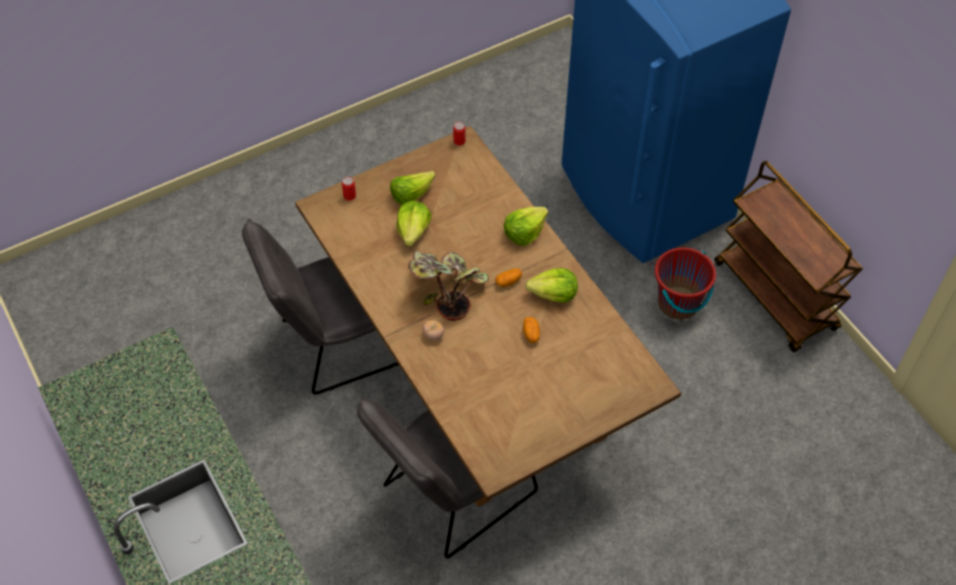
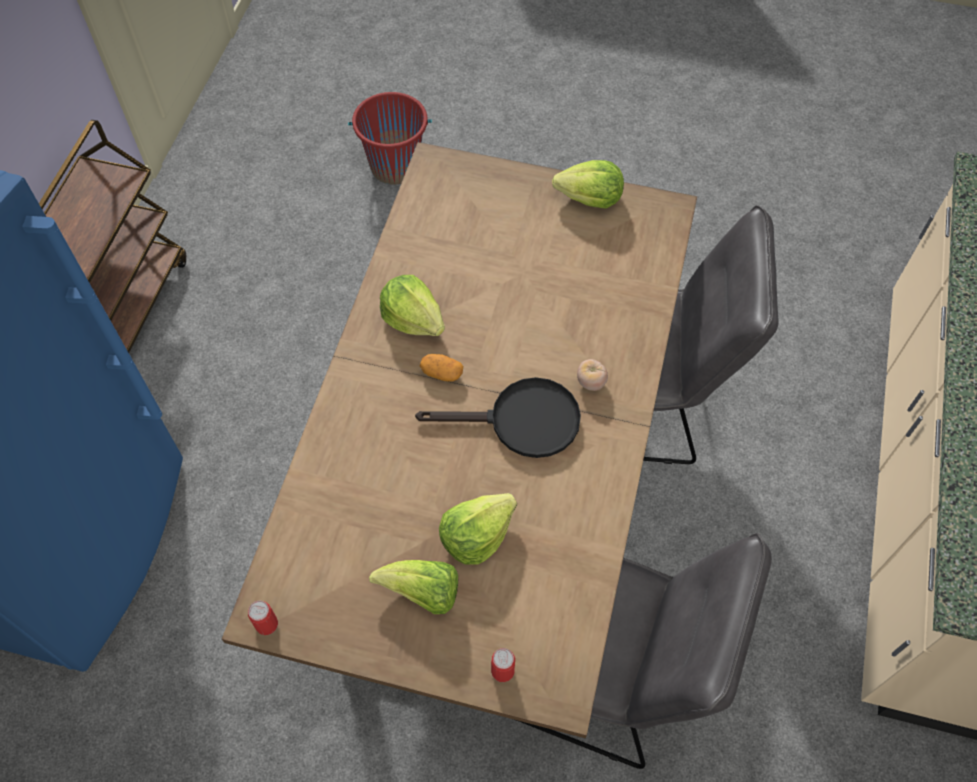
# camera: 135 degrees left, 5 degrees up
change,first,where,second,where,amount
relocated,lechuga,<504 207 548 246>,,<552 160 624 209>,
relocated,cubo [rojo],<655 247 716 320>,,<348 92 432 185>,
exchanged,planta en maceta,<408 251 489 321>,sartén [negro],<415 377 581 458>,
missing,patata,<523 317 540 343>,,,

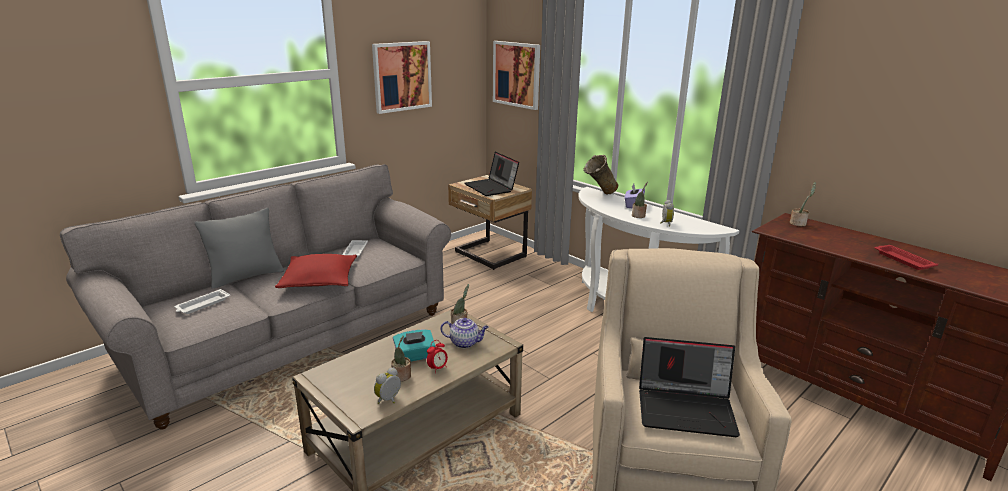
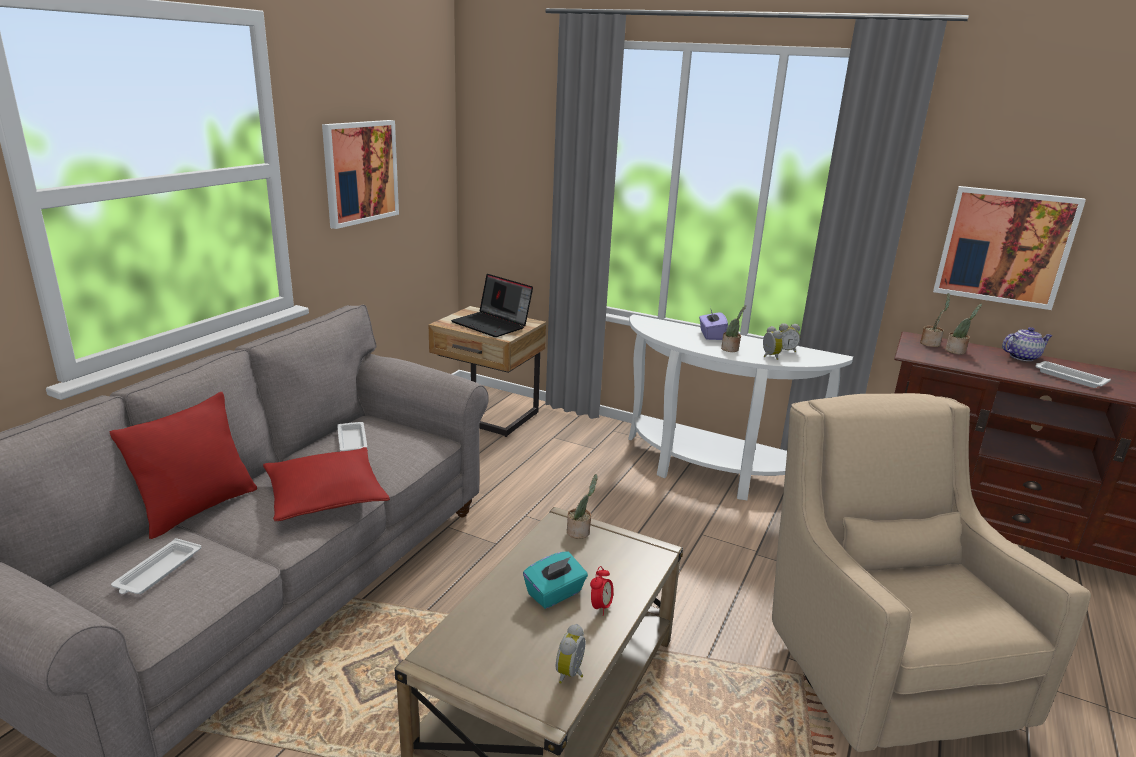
# camera: 20 degrees left, 0 degrees up
change,first,where,second,where,amount
relocated,cuadro,<493 41 540 110>,,<933 186 1086 310>,
missing,florero [beis],<583 155 618 194>,,,
colour,cojín [gris],<195 208 284 289>,cojín [rojo],<109 392 257 539>,
colour,bandeja [rojo],<875 245 938 270>,bandeja [blanco],<1035 361 1111 388>,
relocated,tetera,<441 318 489 348>,,<1002 327 1052 361>,
relocated,planta en maceta,<391 336 411 381>,,<945 303 982 354>,
missing,portátil,<639 337 740 437>,,,
appeared,,,despertador,<779 323 800 352>,

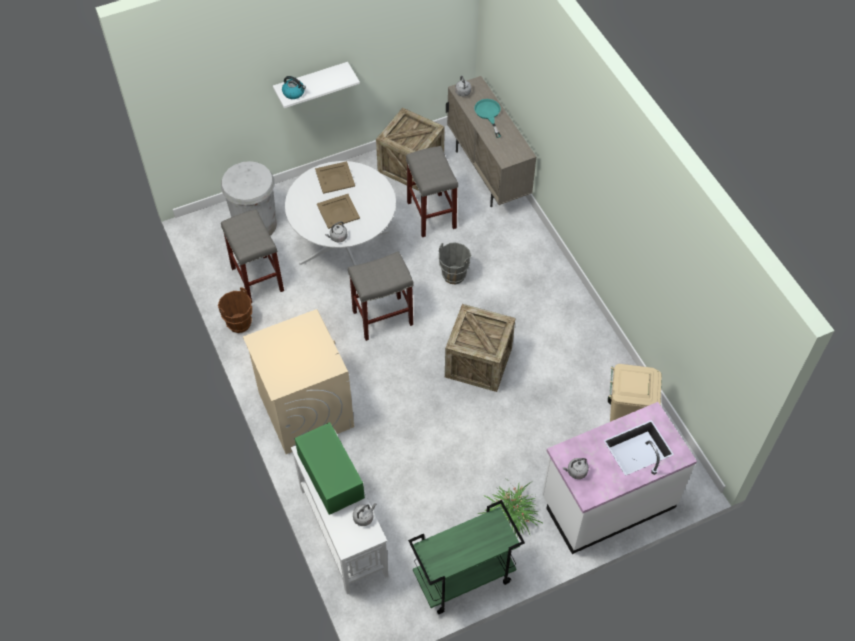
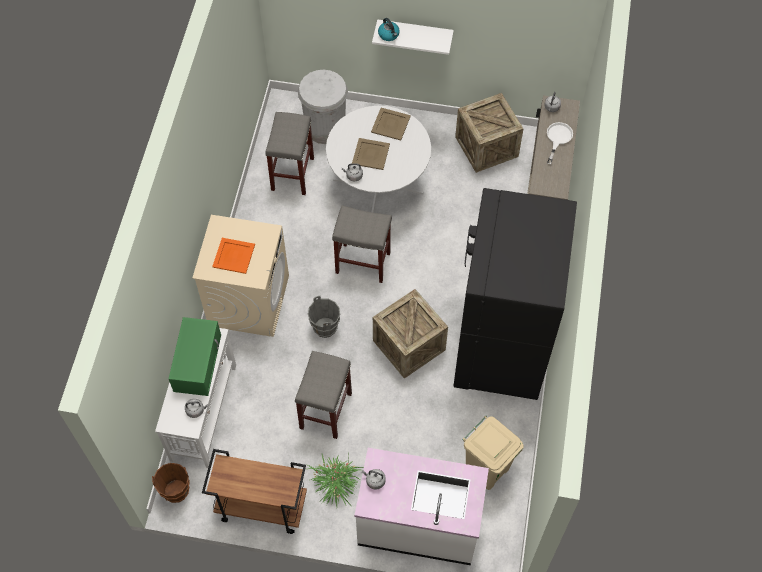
# camera: 35 degrees right, 5 degrees up
change,first,where,second,where,amount
colour,sartén [turquesa],<474 99 501 138>,sartén [blanco],<547 122 573 164>,
relocated,taburete [gris],<406 146 458 237>,,<295 351 352 439>,
relocated,cubo [gris],<439 242 471 284>,,<308 296 340 338>,
relocated,cubo [marrón],<218 287 252 333>,,<152 463 190 503>,
colour,carrito [verde],<408 500 525 614>,carrito [marrón],<202 449 307 534>,
appeared,,,nevera [negro],<453 188 577 400>,
appeared,,,bandeja [naranja],<212 238 255 274>,

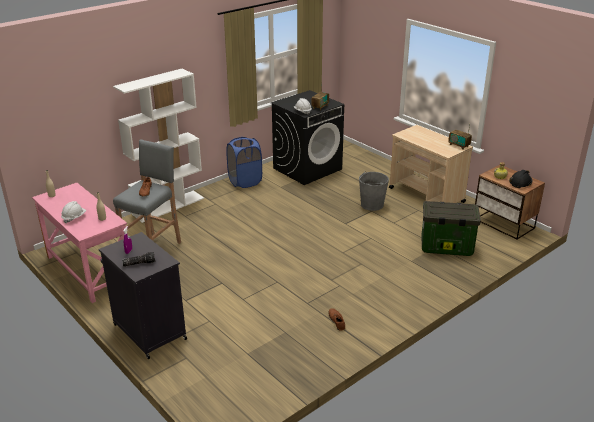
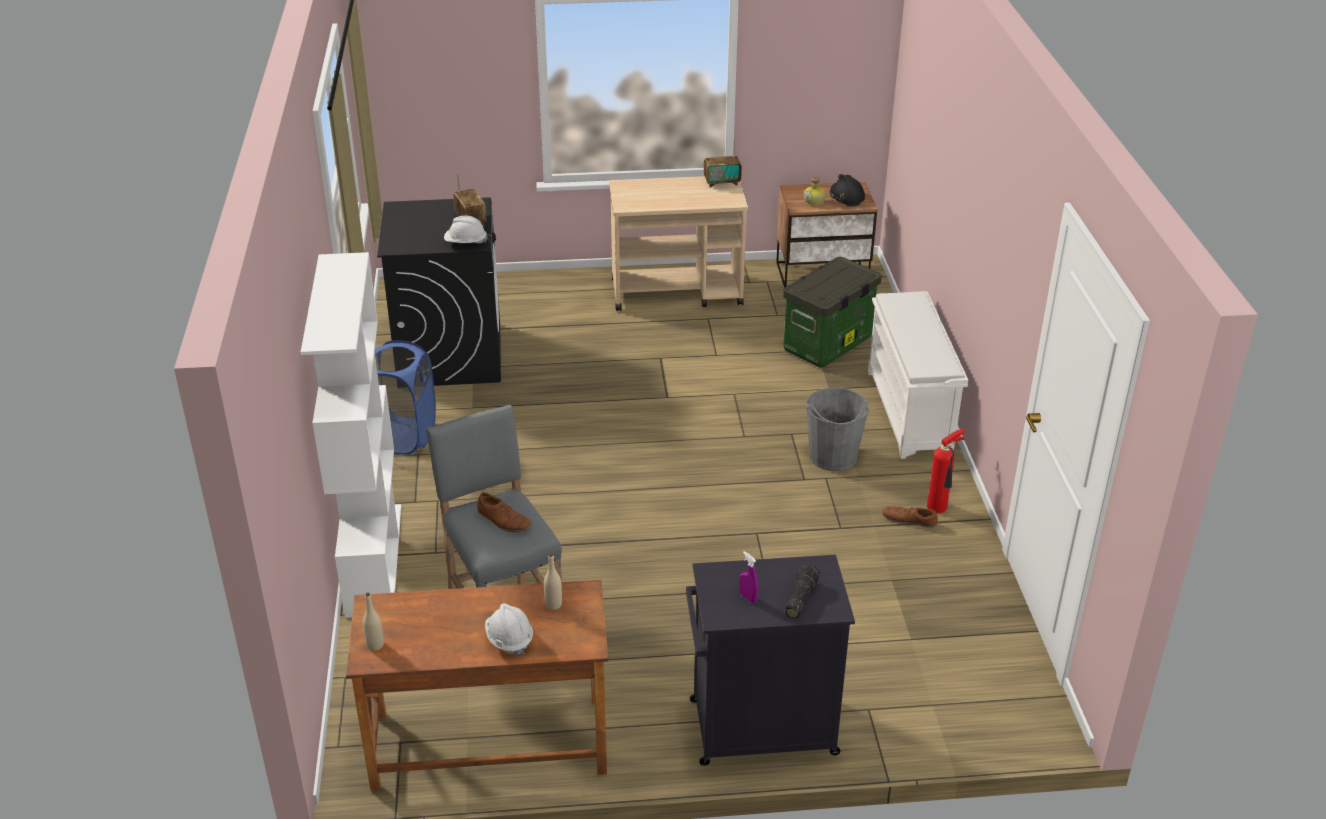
# camera: 55 degrees left, 5 degrees up
change,first,where,second,where,amount
relocated,cubo [gris],<359 171 389 211>,,<806 388 869 471>,
colour,escritorio [rosa],<32 183 127 303>,escritorio [marrón],<346 580 609 792>,
appeared,,,zapatero [blanco],<868 291 968 459>,
appeared,,,extintor,<927 429 965 513>,

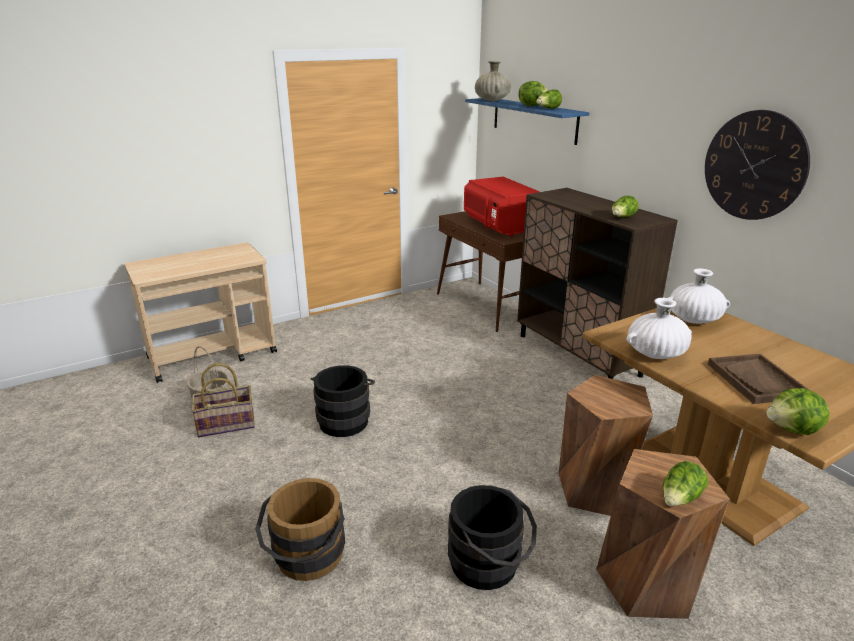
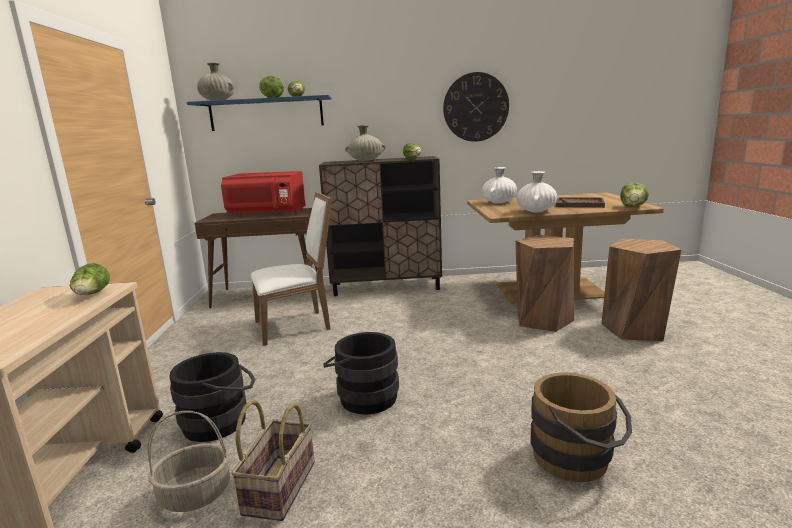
# camera: 60 degrees left, 10 degrees down
change,first,where,second,where,amount
relocated,lechuga,<663 461 709 506>,,<70 263 110 295>,
relocated,cubo [negro],<448 485 537 590>,,<169 352 255 442>,
appeared,,,florero [beis],<345 125 386 161>,
appeared,,,silla [blanco],<251 192 332 346>,

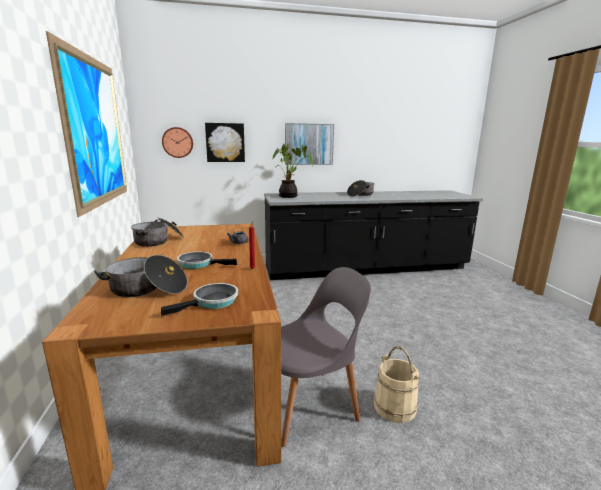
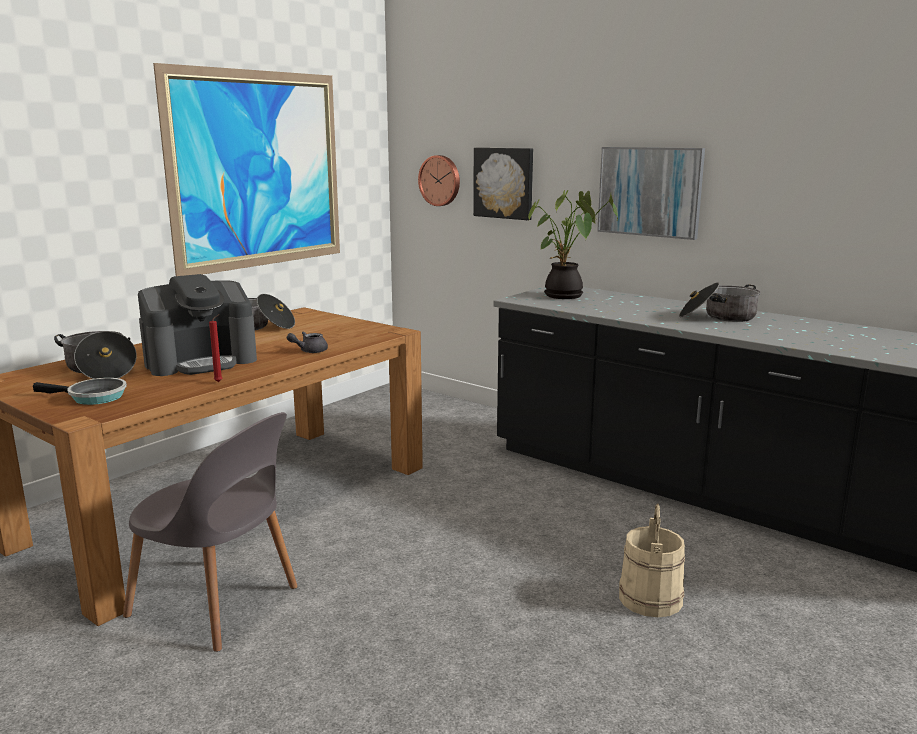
# camera: 50 degrees right, 0 degrees up
change,first,where,second,where,amount
exchanged,sartén,<177 252 237 269>,cafetera,<138 274 257 376>,
relocated,cubo [beis],<374 346 419 423>,,<619 504 685 617>,

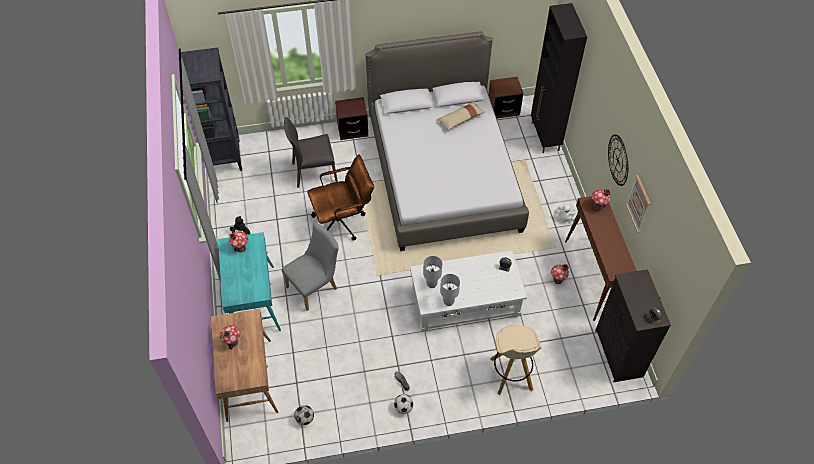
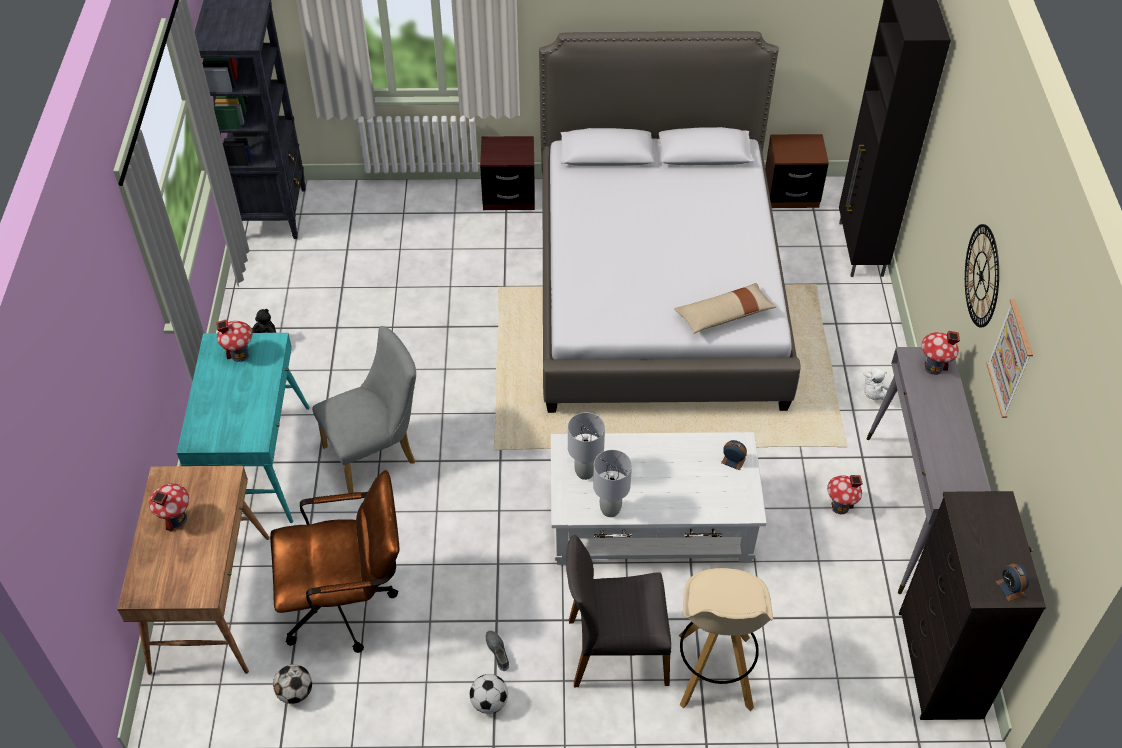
# camera: 10 degrees right, 5 degrees down
change,first,where,second,where,amount
relocated,cojín [beis],<437 101 485 130>,,<674 283 776 333>,
relocated,silla [gris],<284 117 338 188>,,<566 535 671 687>,
relocated,silla de oficina [marrón],<307 154 374 241>,,<270 470 399 653>,
colour,mesa consola [marrón],<565 196 637 321>,mesa consola [gris],<866 347 991 594>,

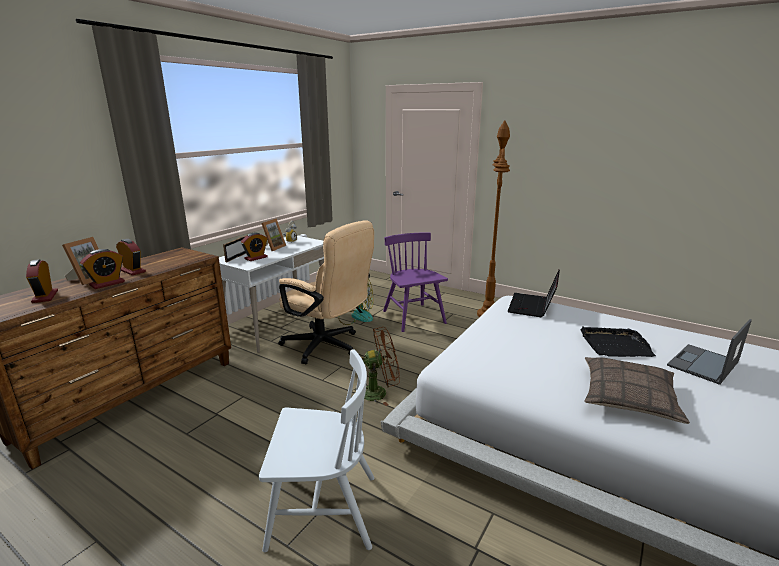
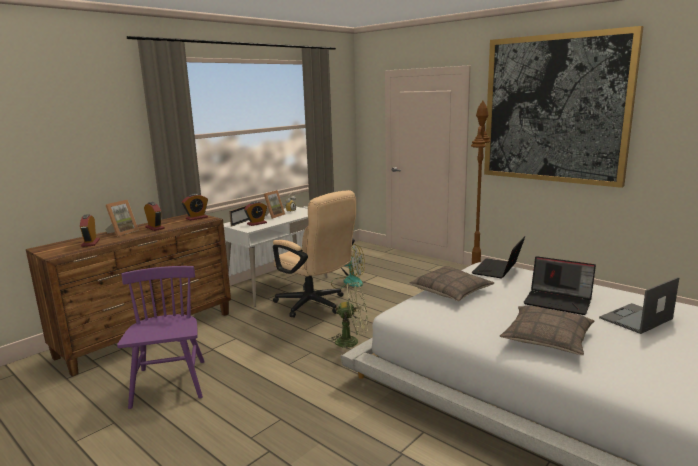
# camera: 10 degrees right, 5 degrees down
change,first,where,second,where,amount
relocated,silla [morado],<383 232 448 332>,,<117 266 205 409>,
relocated,despertador,<80 249 125 289>,,<182 194 208 221>,
colour,ventilador [marrón],<352 327 400 406>,ventilador [verde],<328 282 368 348>,
exchanged,bandeja [negro],<580 327 656 357>,portátil,<523 256 596 315>,
missing,silla [blanco],<259 349 375 552>,,,
appeared,,,cuadro,<484 26 644 188>,
appeared,,,cojín,<409 266 494 301>,

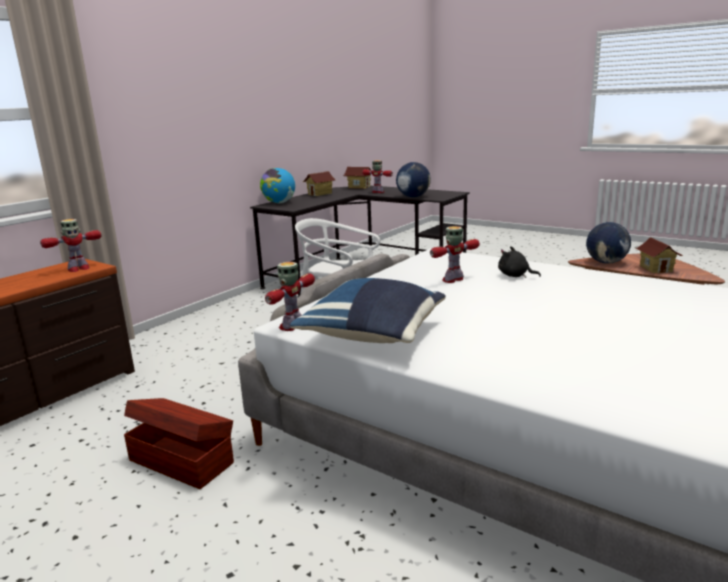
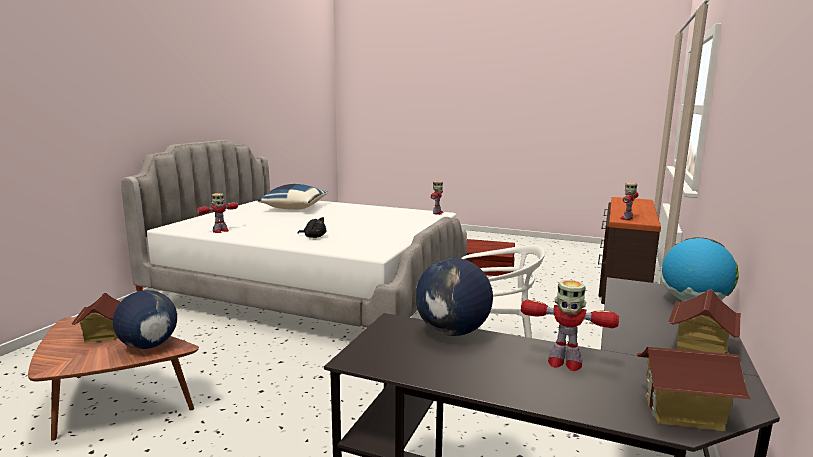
# camera: 165 degrees right, 5 degrees down
change,first,where,second,where,amount
relocated,robot de juguete,<430 226 480 283>,,<197 193 238 233>,
relocated,cojín [azul],<290 278 446 343>,,<257 184 328 210>,

